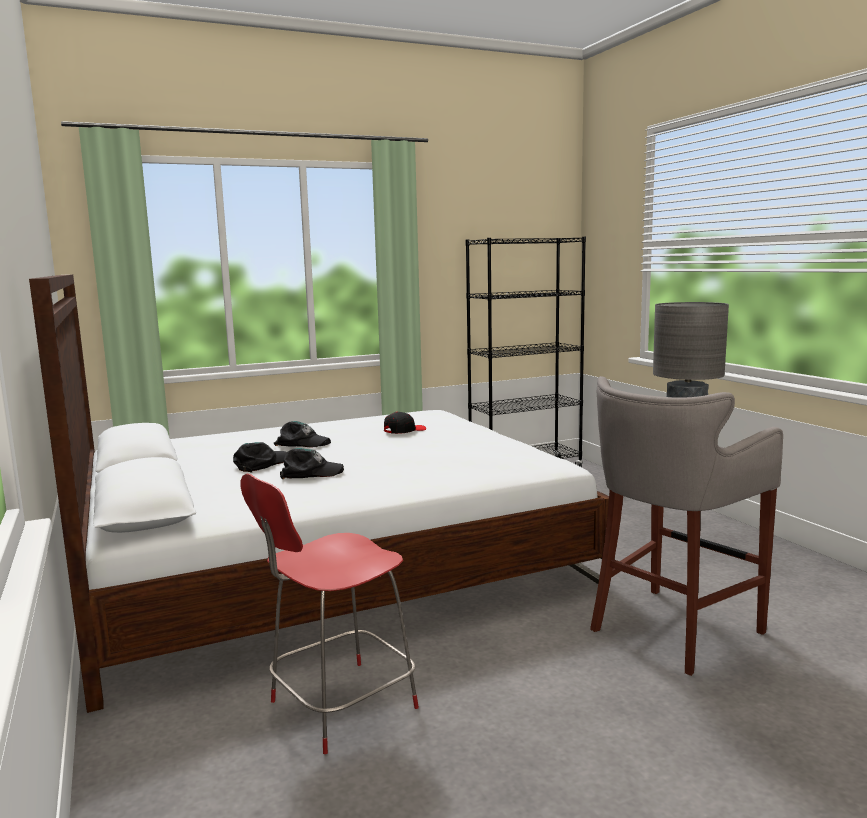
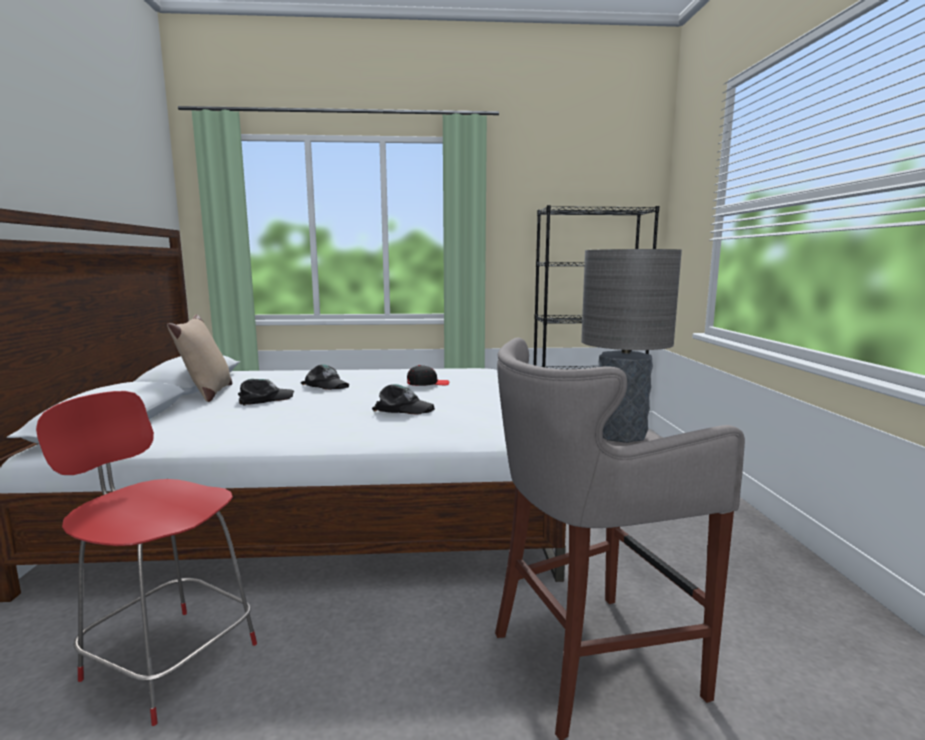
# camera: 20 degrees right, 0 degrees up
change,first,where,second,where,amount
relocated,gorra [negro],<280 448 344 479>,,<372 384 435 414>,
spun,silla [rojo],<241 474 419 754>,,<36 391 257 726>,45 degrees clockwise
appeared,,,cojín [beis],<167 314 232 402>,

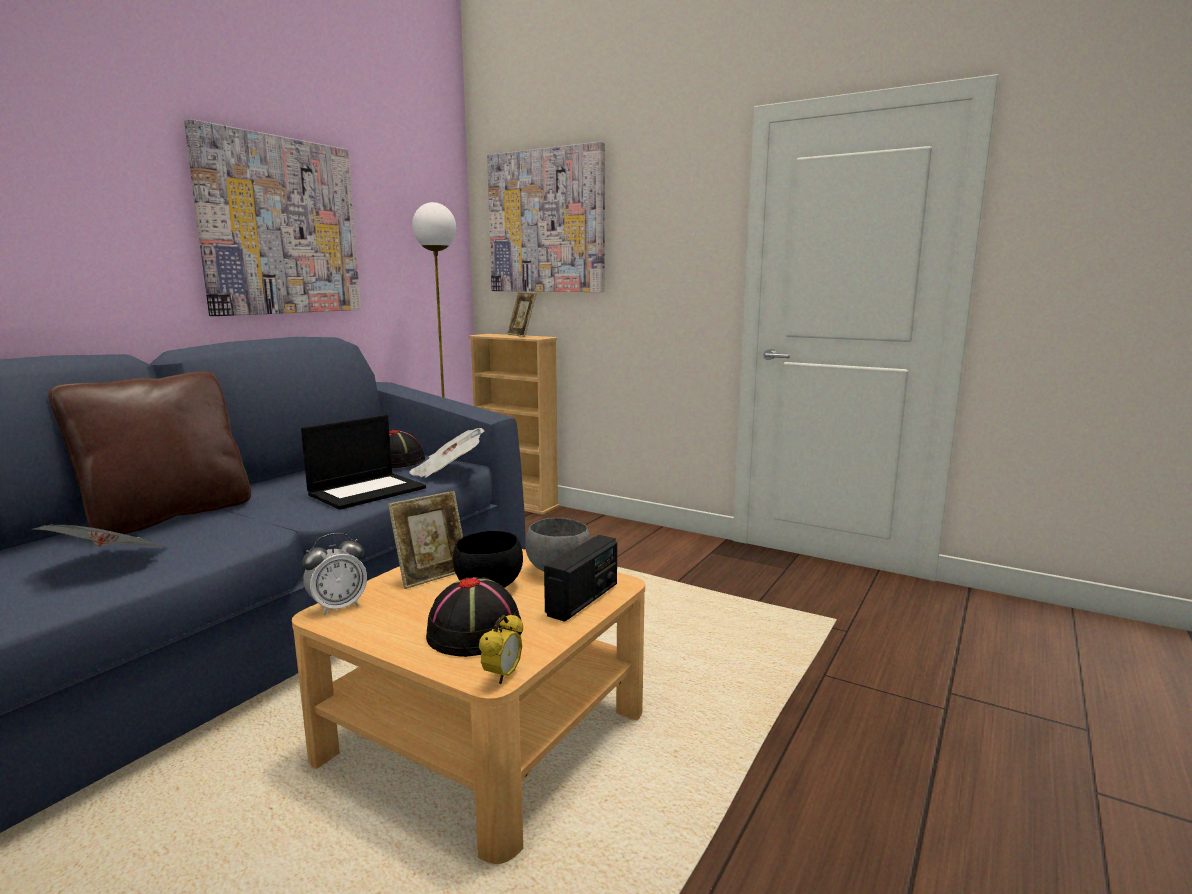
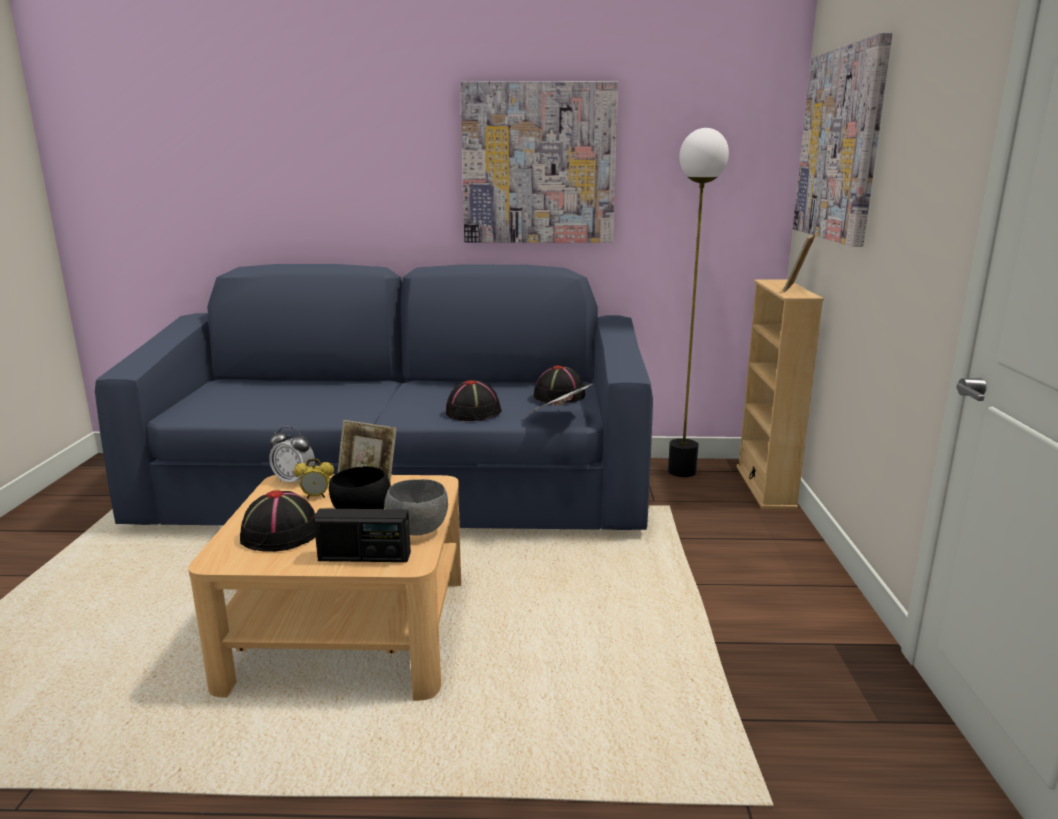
# camera: 60 degrees right, 5 degrees up
change,first,where,second,where,amount
missing,cojín [marrón],<48 371 251 534>,,,
exchanged,portátil,<301 415 426 510>,sombrero [negro],<446 380 502 421>,
missing,periódico,<32 525 166 547>,,,
relocated,despertador,<479 614 523 684>,,<294 458 334 499>,

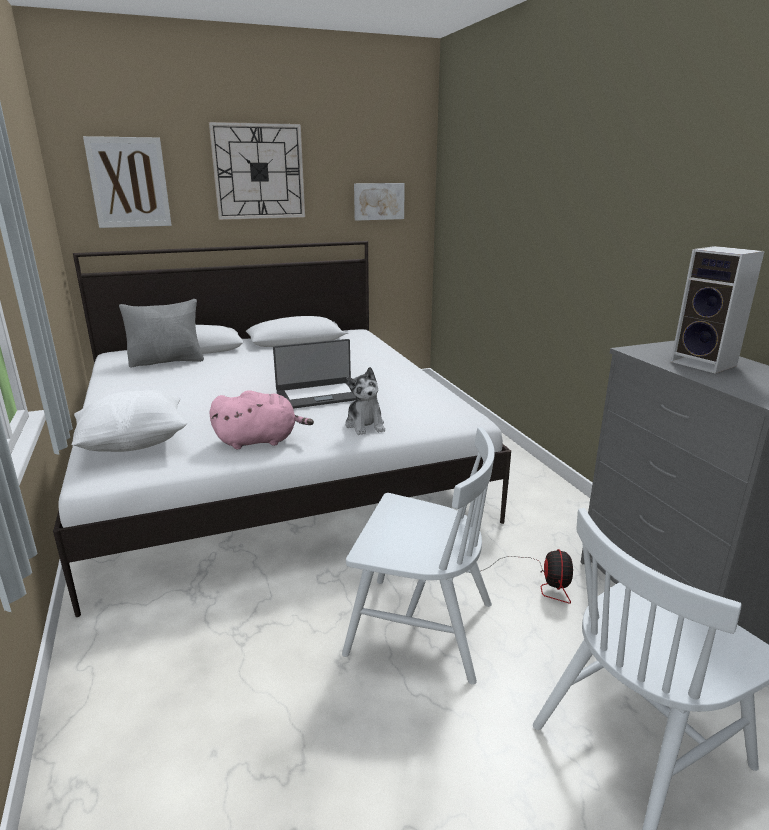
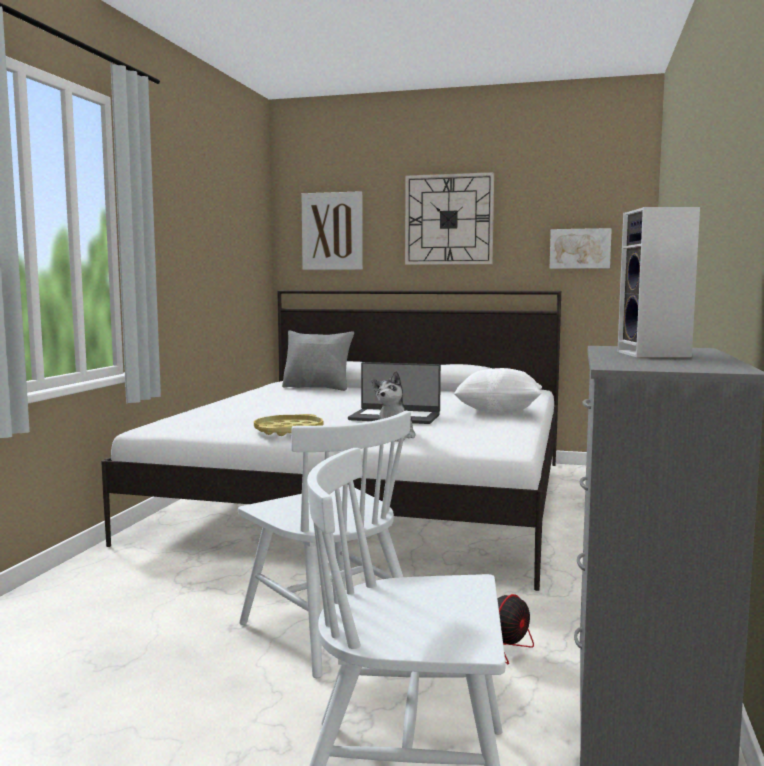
# camera: 35 degrees right, 15 degrees down
change,first,where,second,where,amount
relocated,cojín [blanco],<72 390 188 452>,,<454 368 542 413>,
exchanged,peluche [rosa],<210 390 314 449>,bandeja [amarillo],<254 414 324 436>,

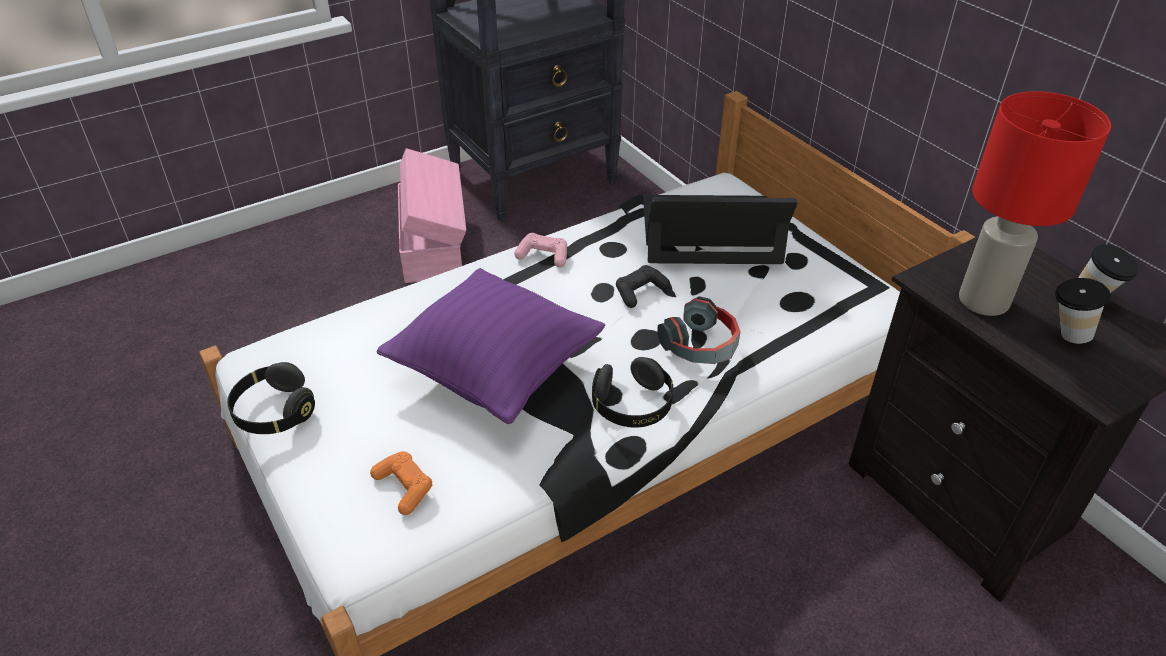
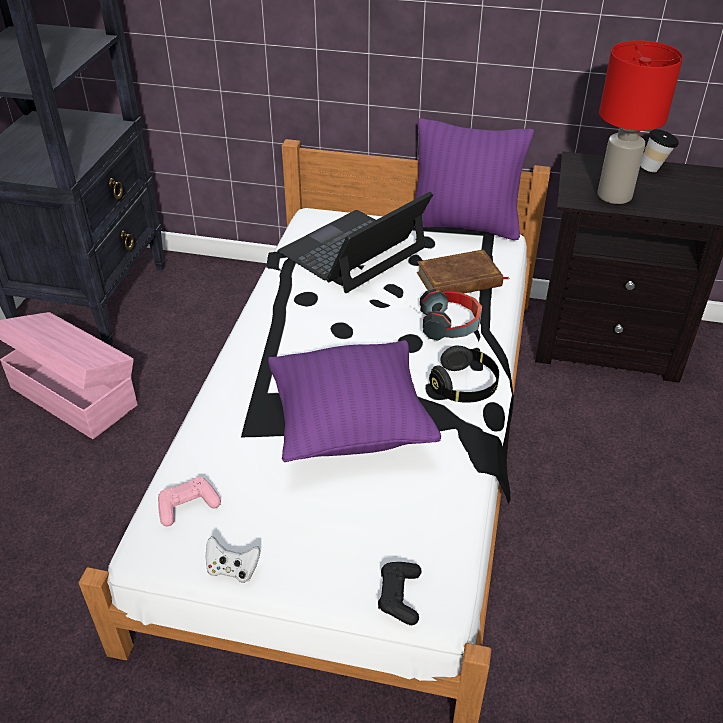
# camera: 45 degrees left, 0 degrees up
change,first,where,second,where,amount
relocated,mando de consola [rosa],<514 233 567 267>,,<158 477 221 527>,
relocated,mando de consola [negro],<616 265 670 308>,,<378 562 422 625>,
missing,taza,<1055 278 1110 344>,,,
exchanged,auriculares [negro],<227 362 315 434>,mando de consola [blanco],<205 536 261 583>,
missing,mando de consola [naranja],<370 451 432 515>,,,
appeared,,,cojín [morado],<414 118 534 240>,
appeared,,,libro [marrón],<417 249 509 293>,

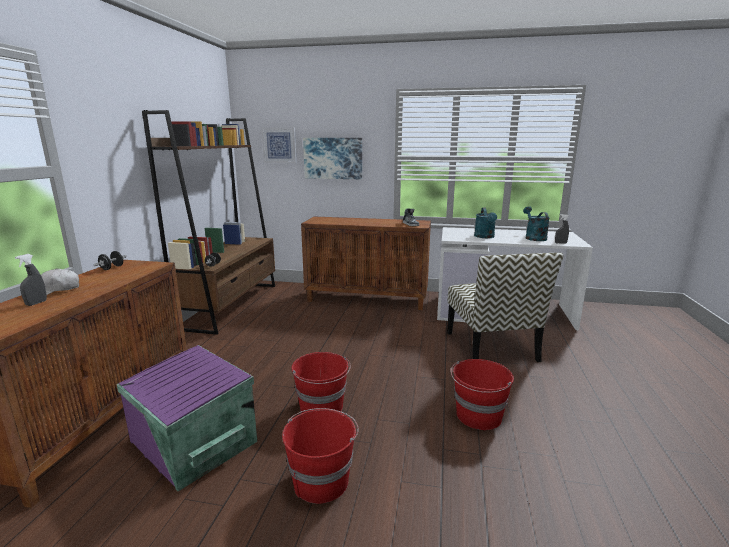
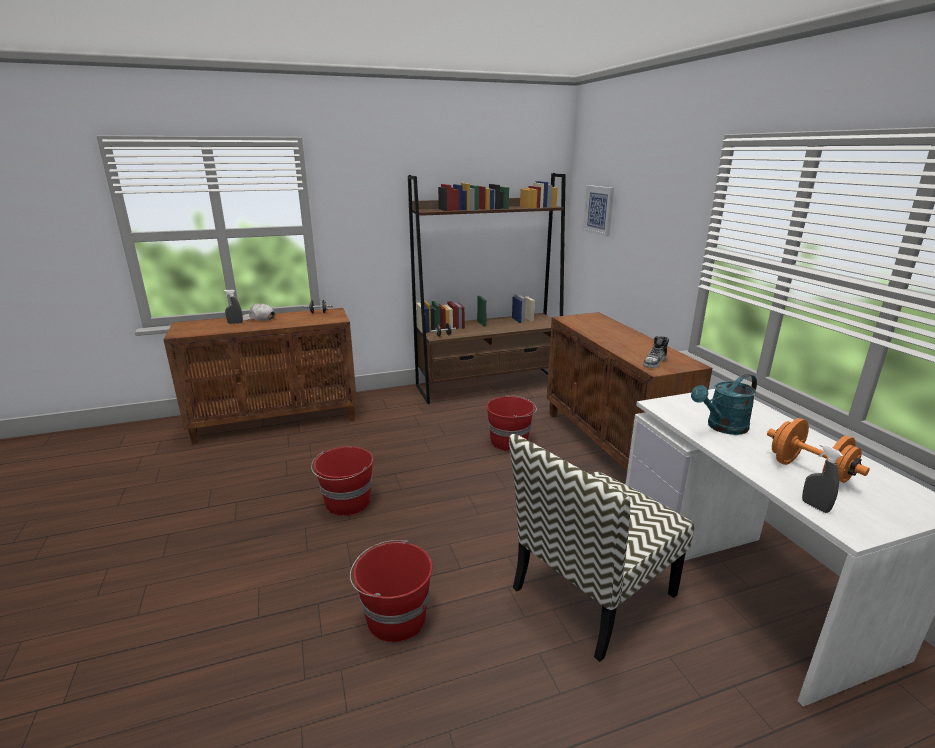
# camera: 60 degrees right, 5 degrees up
change,first,where,second,where,amount
missing,cuadro,<303 138 362 179>,,,
exchanged,regadera [turquesa],<523 206 550 241>,mancuerna [naranja],<767 418 870 483>,
missing,caja de almacenaje [morado],<117 345 257 491>,,,
relocated,cubo [rojo],<282 408 358 504>,,<486 395 537 451>,

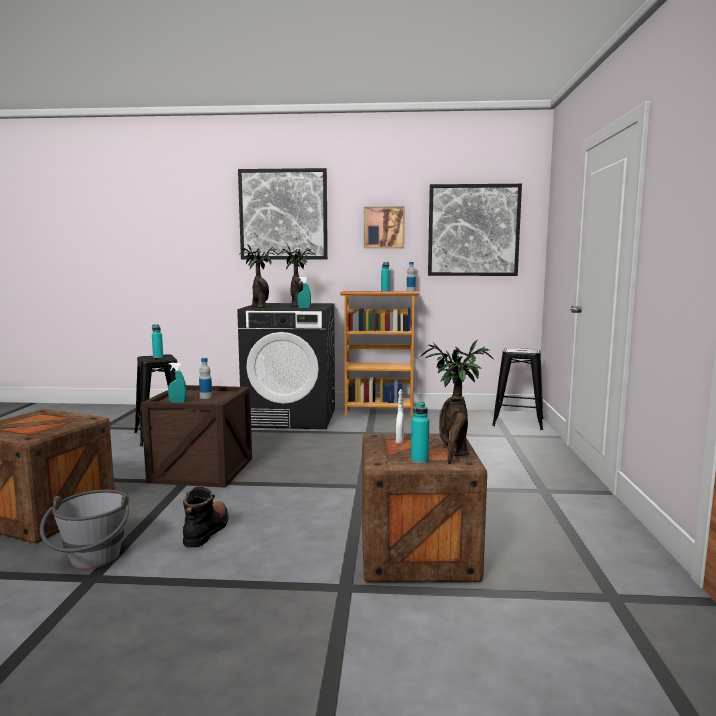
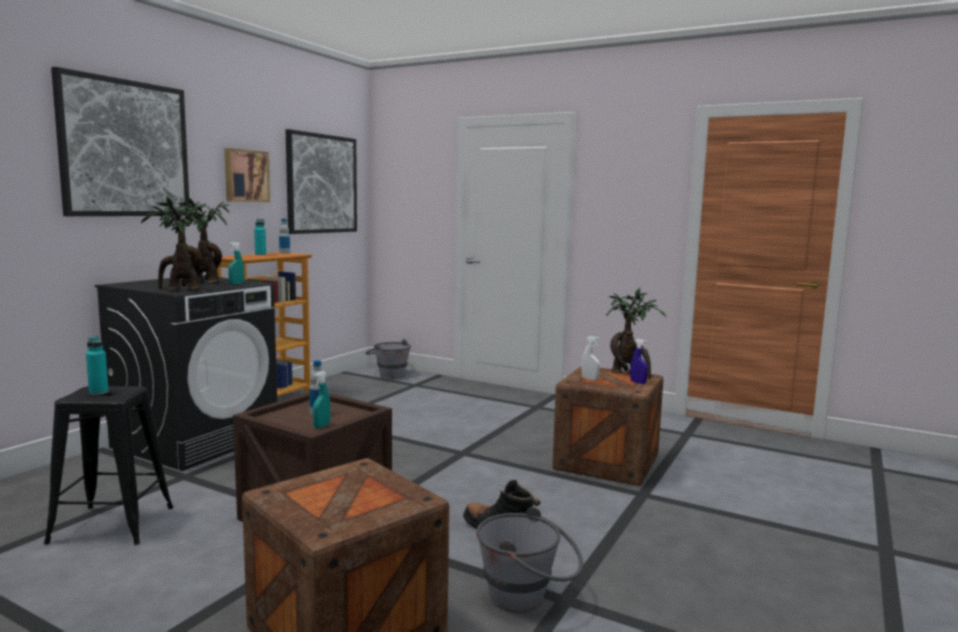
# camera: 65 degrees left, 0 degrees up
change,first,where,second,where,amount
exchanged,taburete [negro],<492 348 543 430>,cubo [gris],<365 339 411 379>,
exchanged,botella [turquesa],<411 402 429 464>,pulverizador [azul],<630 339 648 384>,

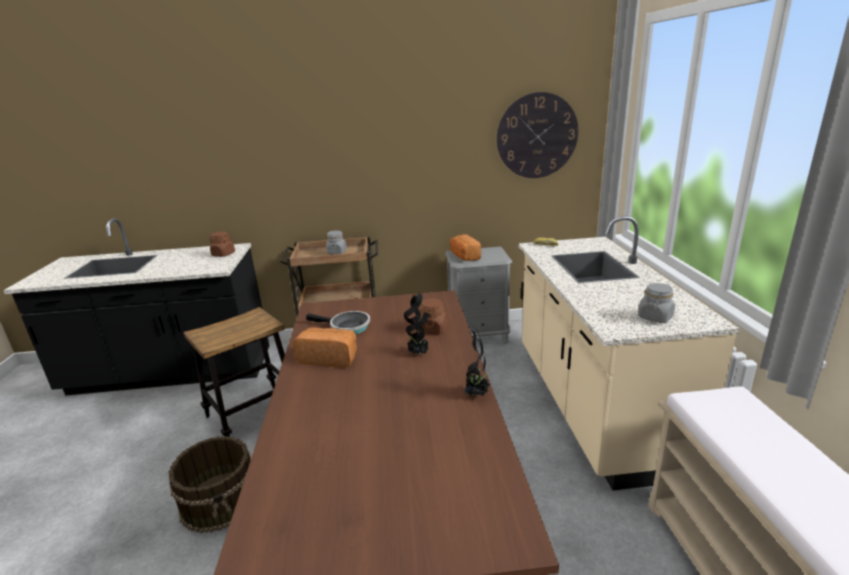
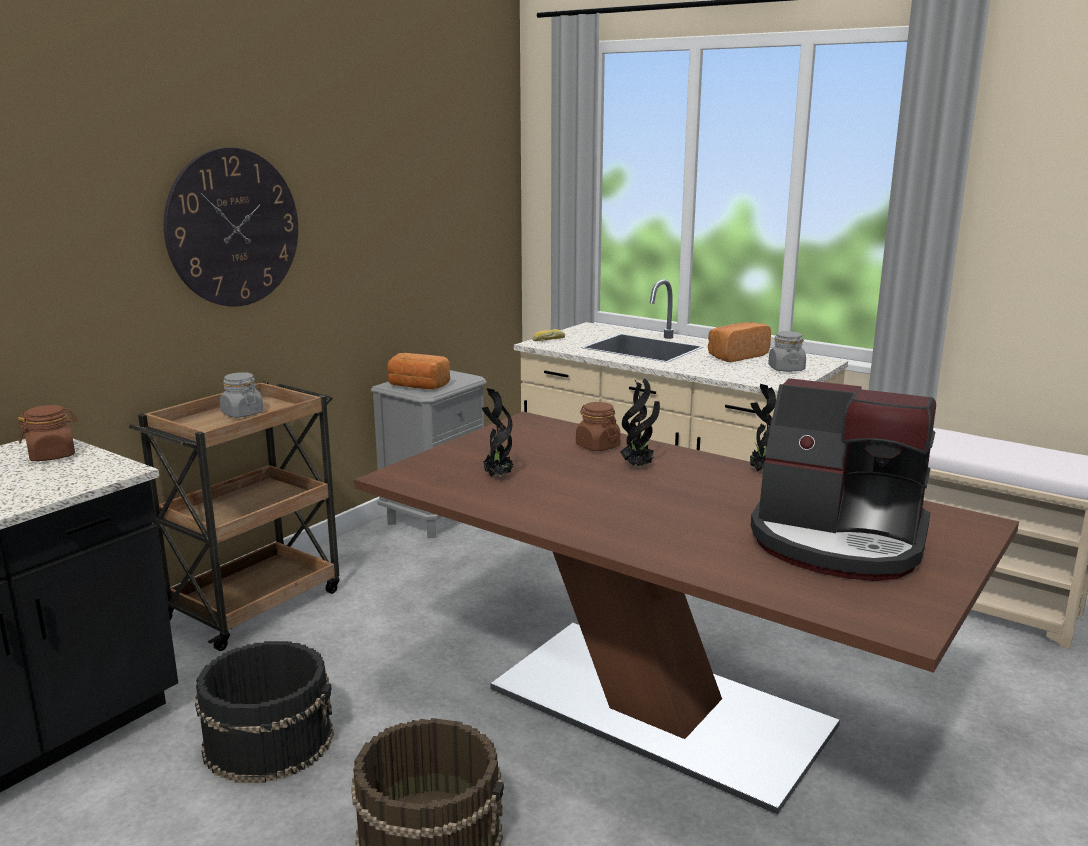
# camera: 50 degrees left, 5 degrees down
change,first,where,second,where,amount
relocated,reloj de pared,<497 92 578 178>,,<164 147 298 307>,
exchanged,taburete,<183 307 285 437>,cubo [negro],<195 641 334 783>,
exchanged,sartén,<306 311 370 334>,planta en maceta,<482 388 514 477>,
relocated,pan,<292 327 357 368>,,<708 322 771 362>,
appeared,,,cafetera,<751 378 936 581>,

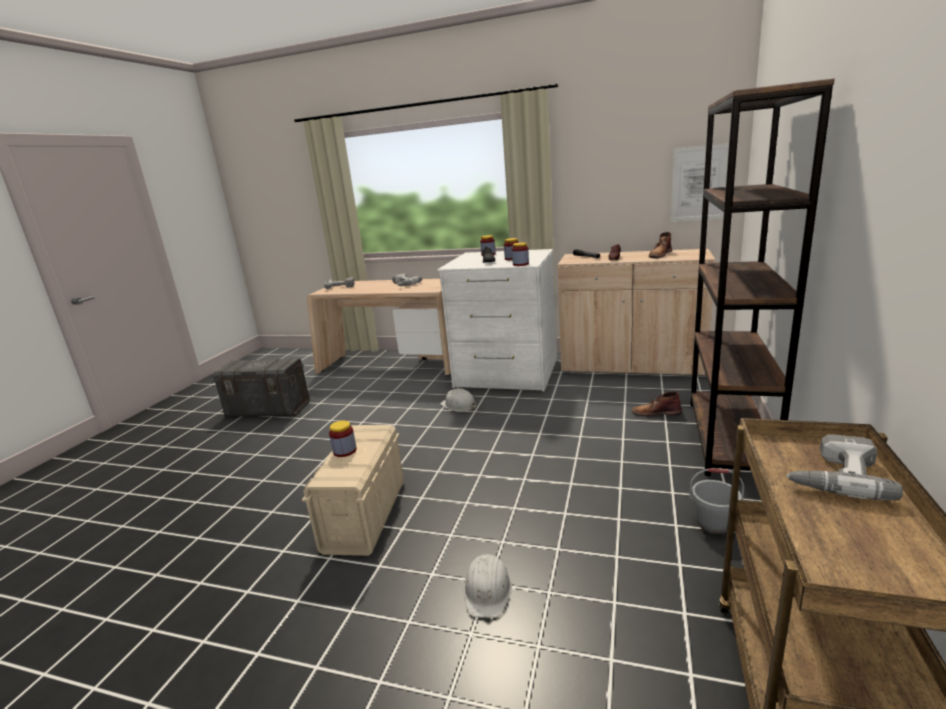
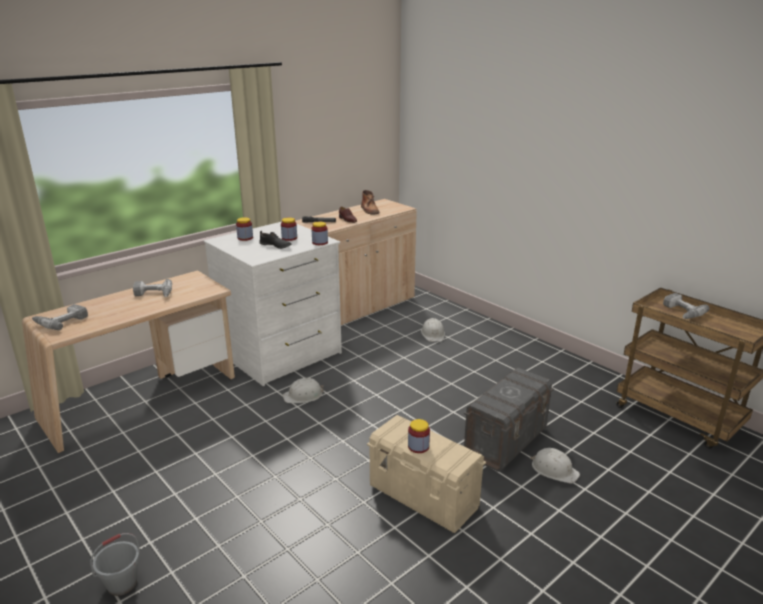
# camera: 60 degrees left, 5 degrees up
change,first,where,second,where,amount
missing,estantería [marrón],<690 78 835 476>,,,
missing,cuadro,<671 143 729 222>,,,
relocated,caja de almacenaje [gris],<213 359 309 417>,,<464 368 554 472>,
exchanged,bota [marrón],<631 391 682 416>,casco [blanco],<421 318 445 342>,
relocated,cubo [gris],<689 468 744 534>,,<90 533 140 596>,

